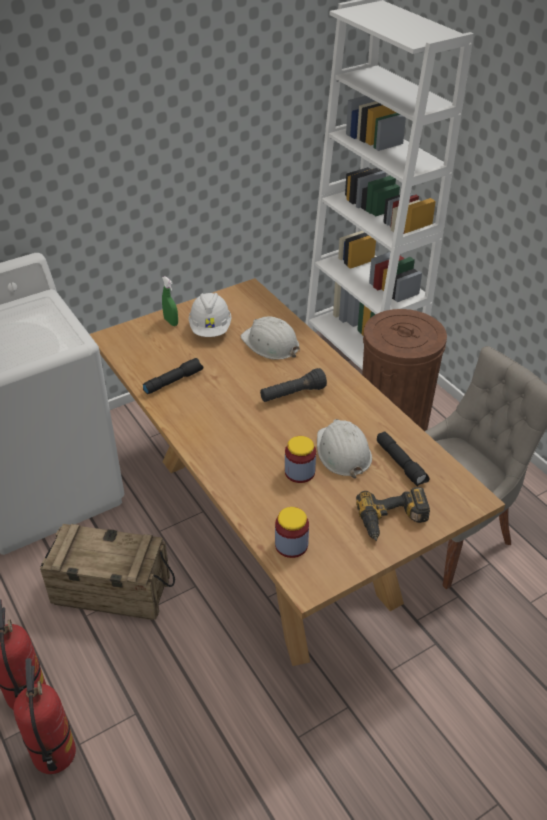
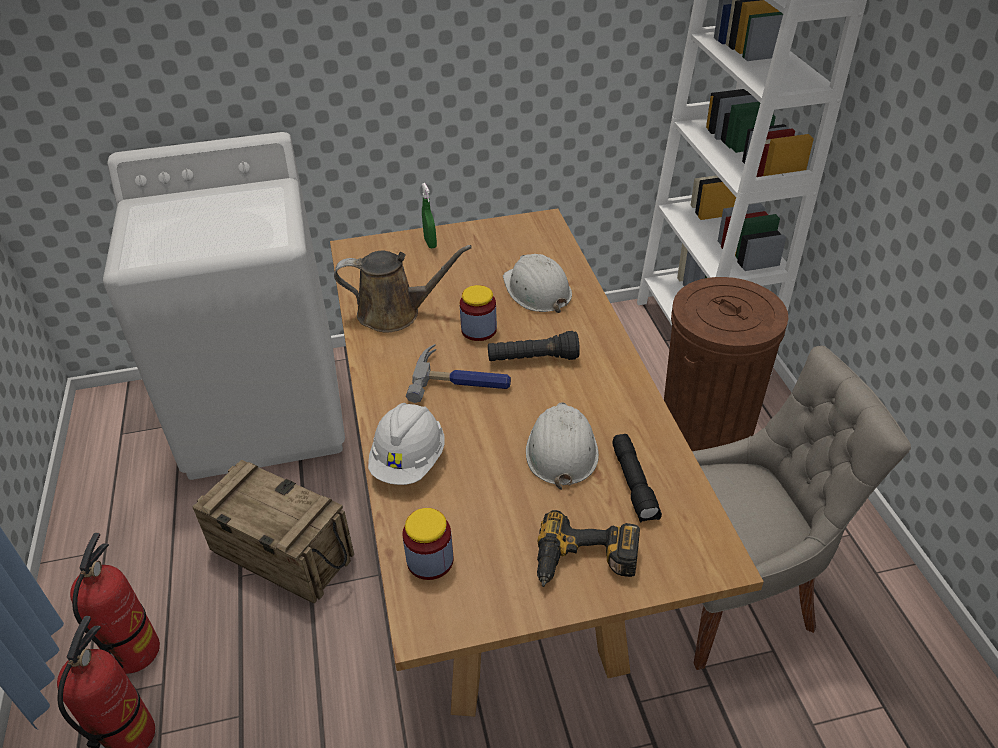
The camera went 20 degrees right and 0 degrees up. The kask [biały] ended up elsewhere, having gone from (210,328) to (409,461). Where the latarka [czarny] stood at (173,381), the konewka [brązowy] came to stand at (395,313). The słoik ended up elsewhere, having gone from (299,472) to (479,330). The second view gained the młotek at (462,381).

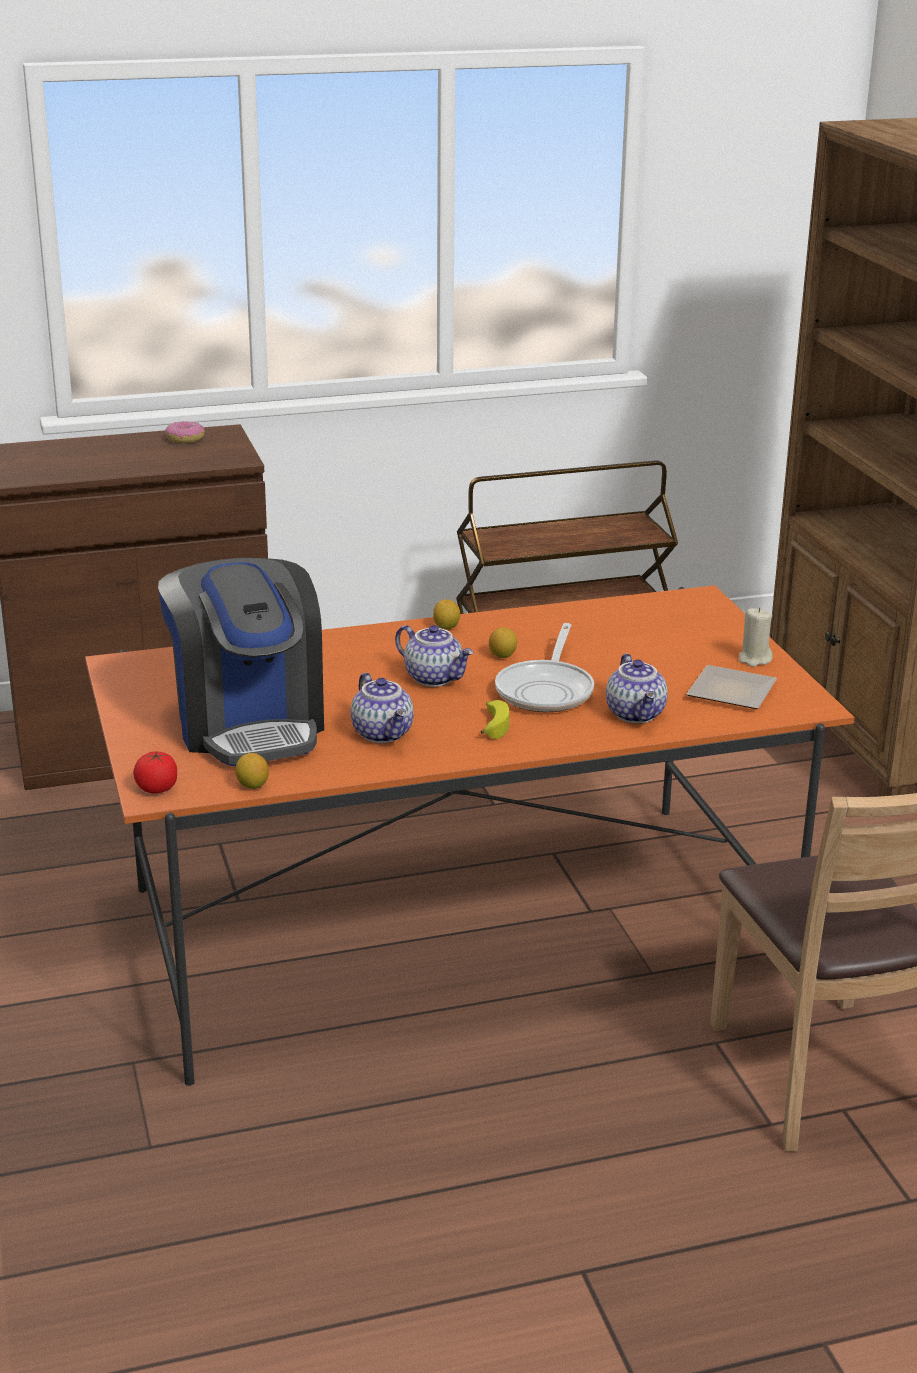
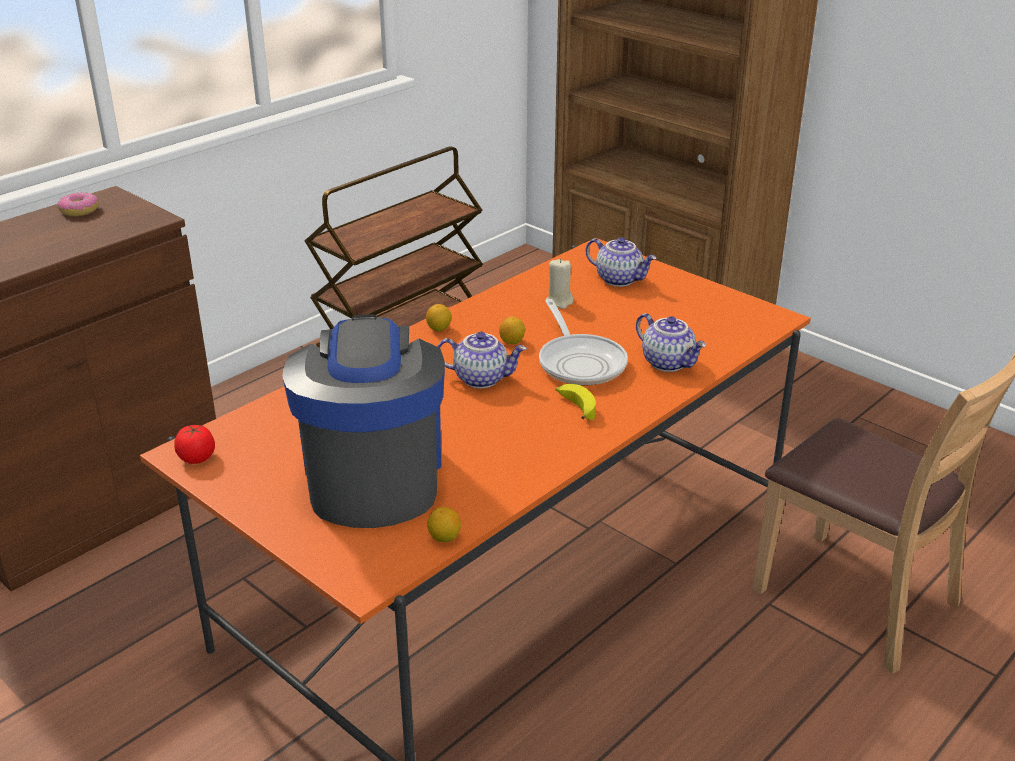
The camera went 30 degrees left and 5 degrees up. The ekspres do kawy at (248,724) ended up facing another way, 135 degrees counterclockwise from before. The świeca [beżowy] ended up elsewhere, having gone from (754,659) to (559,302). The second view lost the talerz at (729,691). The imbryk ended up elsewhere, having gone from (384,733) to (619,279). The pomidor ended up elsewhere, having gone from (157,788) to (197,458).

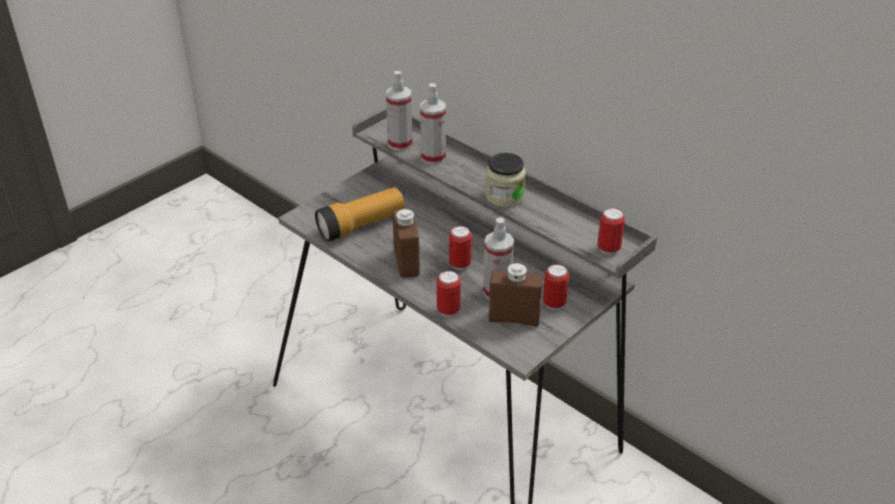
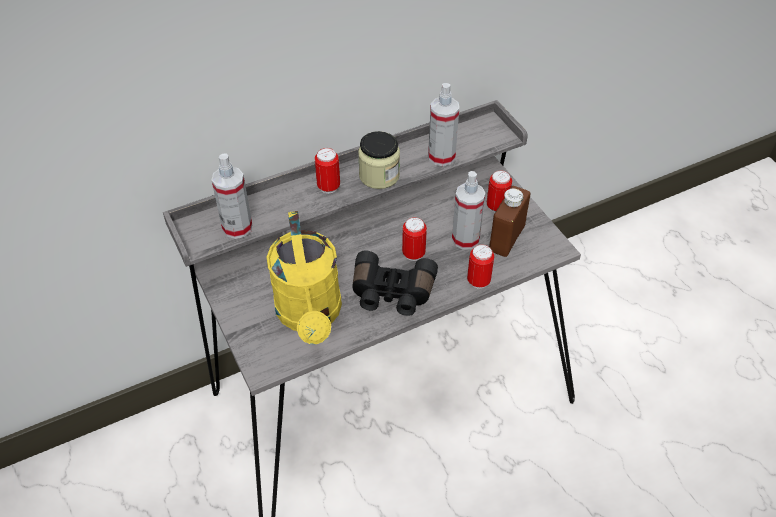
The camera went 70 degrees left and 10 degrees up. The spryskiwacz ended up elsewhere, having gone from (433,157) to (441,156). Where the latarka stood at (361,226), the konewka [żółty] came to stand at (310,316). The puszka ended up elsewhere, having gone from (608,249) to (328,187). Where the butelka [brązowy] stood at (406,262), the lornetka [czarny] came to stand at (391,293).

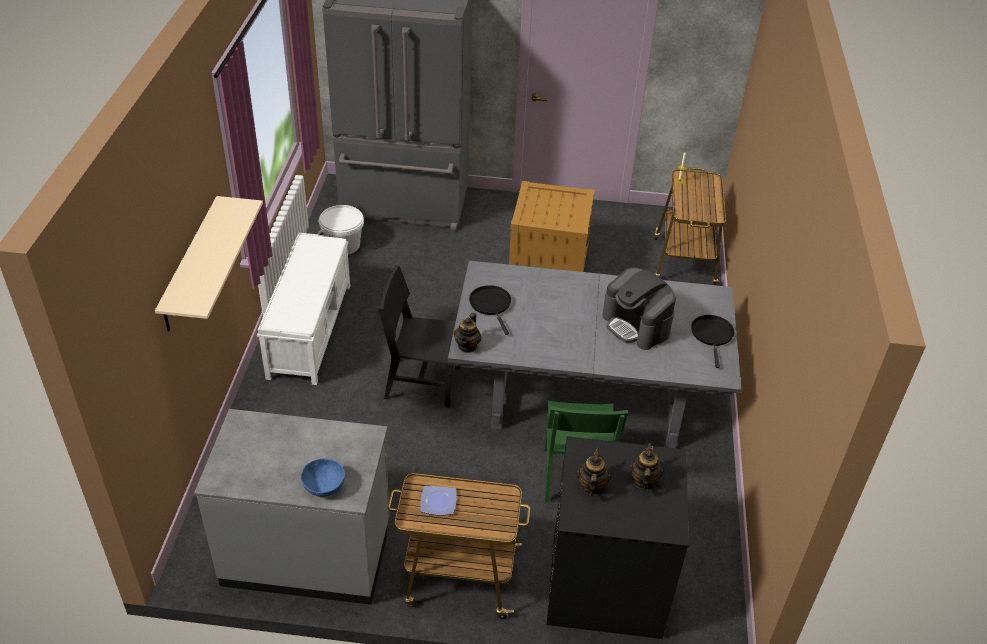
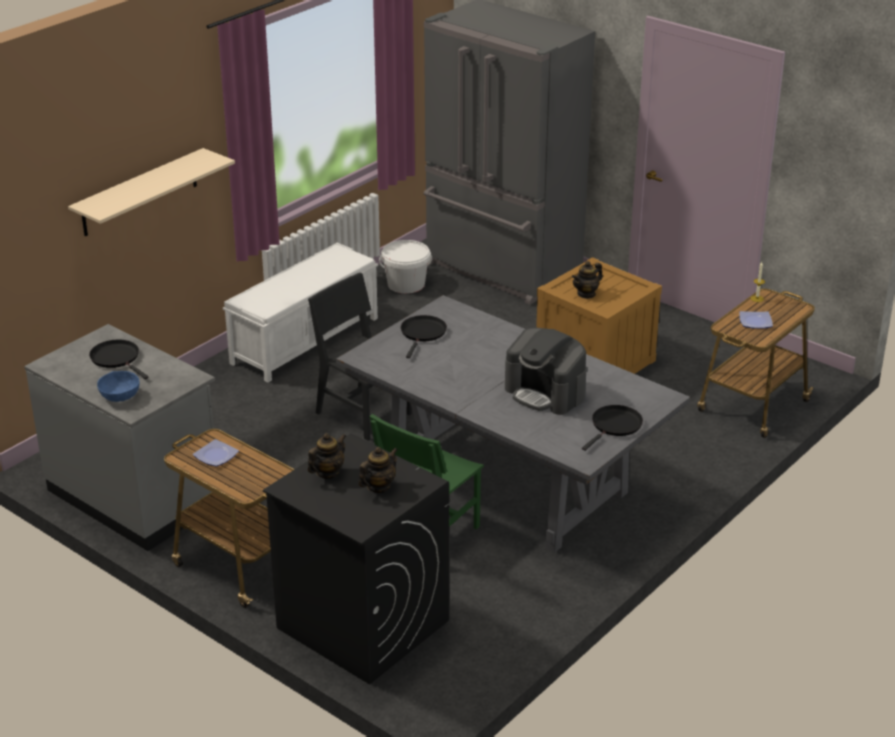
The camera went 35 degrees right and 10 degrees down. The ekspres do kawy at (636,325) ended up facing another way, 45 degrees counterclockwise from before. The imbryk ended up elsewhere, having gone from (467,346) to (586,294). The second view gained the talerz at (755,322). The second view gained the patelnia [czarny] at (117,358).

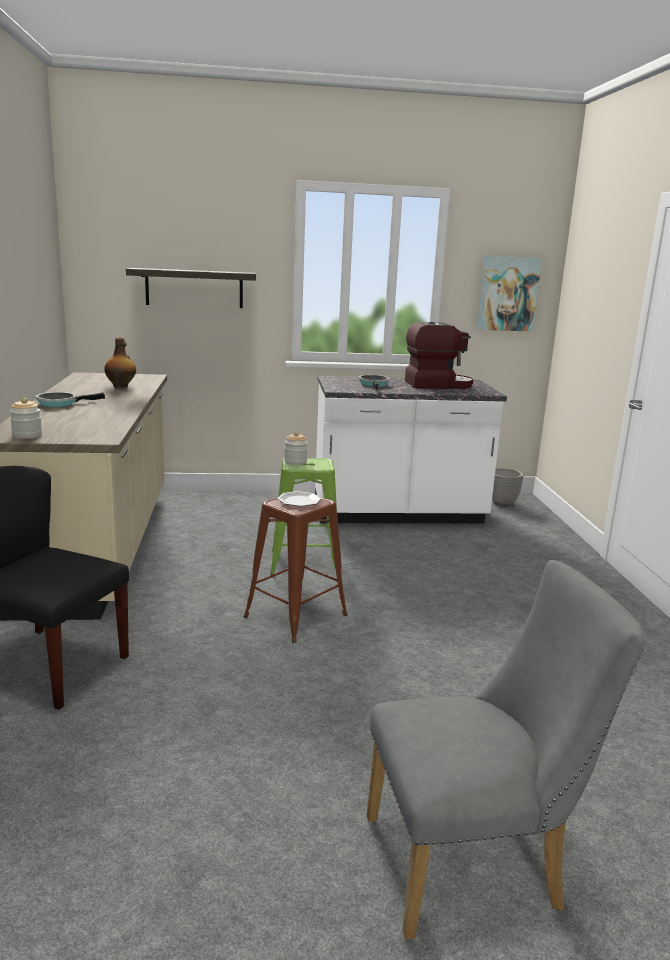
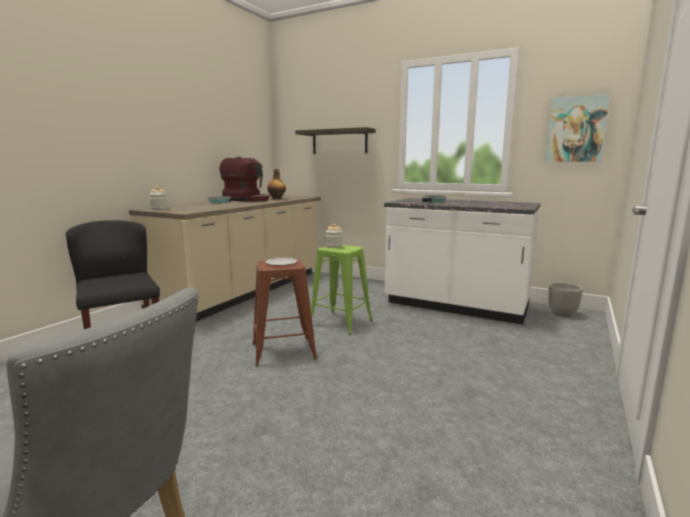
The camera went 35 degrees right and 5 degrees down. The ekspres do kawy ended up elsewhere, having gone from (437,385) to (247,200).

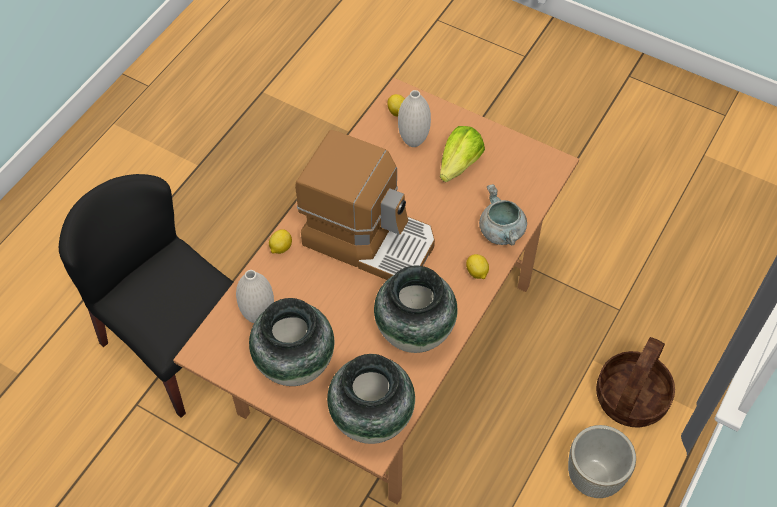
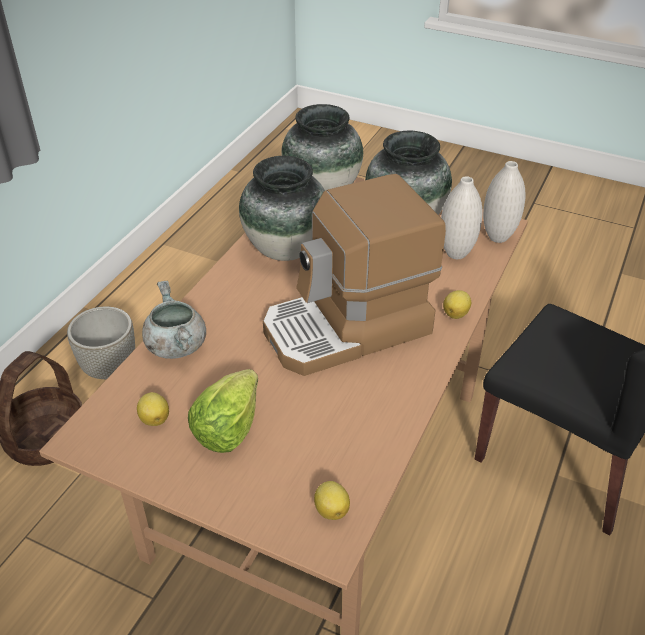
The camera went 175 degrees right and 15 degrees down. The wazon [biały] ended up elsewhere, having gone from (413,141) to (498,237). The ekspres do kawy at (369,238) ended up facing another way, 45 degrees counterclockwise from before. The cytryna ended up elsewhere, having gone from (477,273) to (155,418).

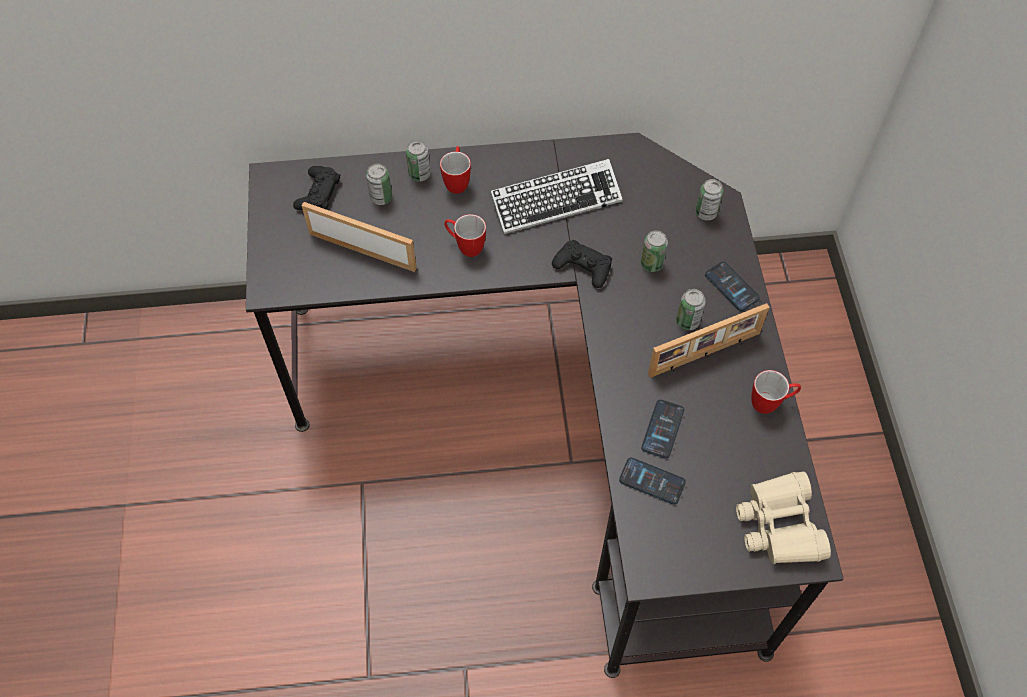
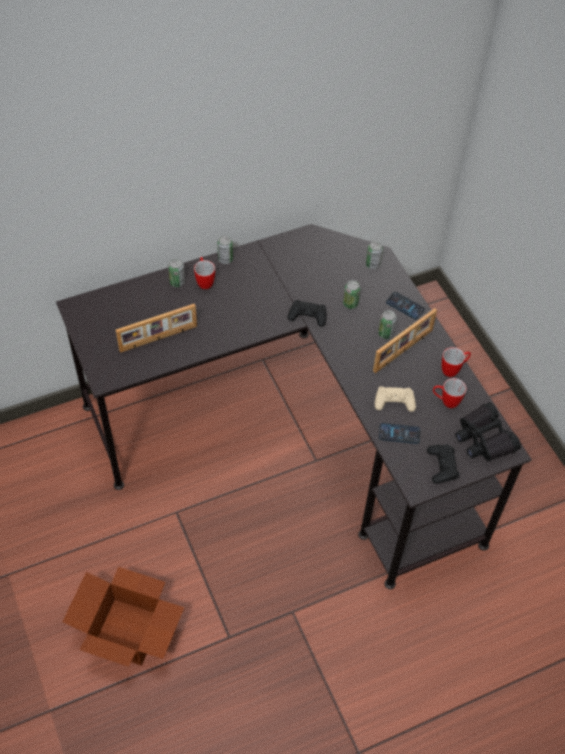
The camera went 20 degrees left and 5 degrees down. The second view lost the klawiatura at (556,201). The puszka ended up elsewhere, having gone from (381,197) to (225,259). The pad do gier [czarny] ended up elsewhere, having gone from (318,193) to (442,466). The ramka na zdjęcie at (363,249) ended up facing another way, 150 degrees clockwise from before. The kubek ended up elsewhere, having gone from (465,246) to (445,401). Where the telefon stood at (662,429), the pad do gier [beżowy] came to stand at (394,401). What was the lornetka [beżowy] at (779,525) turned into the lornetka [czarny] at (484,439). The second view gained the karton at (129,633).

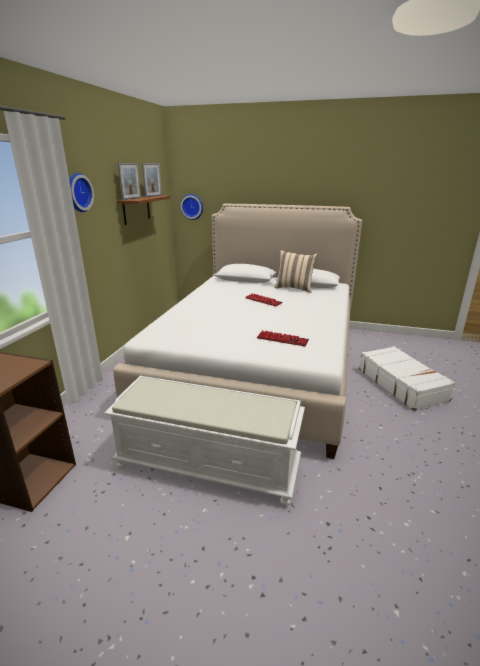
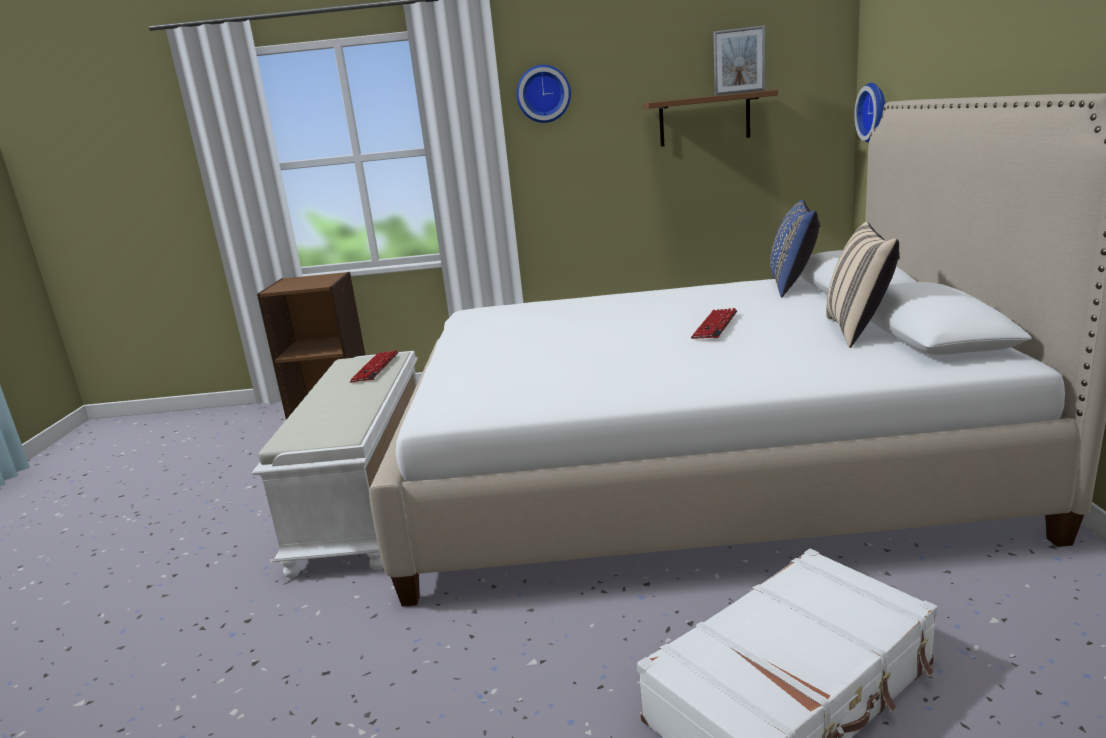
The camera went 75 degrees right and 5 degrees down. The second view lost the ramka na zdjęcie at (132,198). The klawiatura ended up elsewhere, having gone from (282,339) to (375,368). The second view gained the poduszka [niebieski] at (793,286).

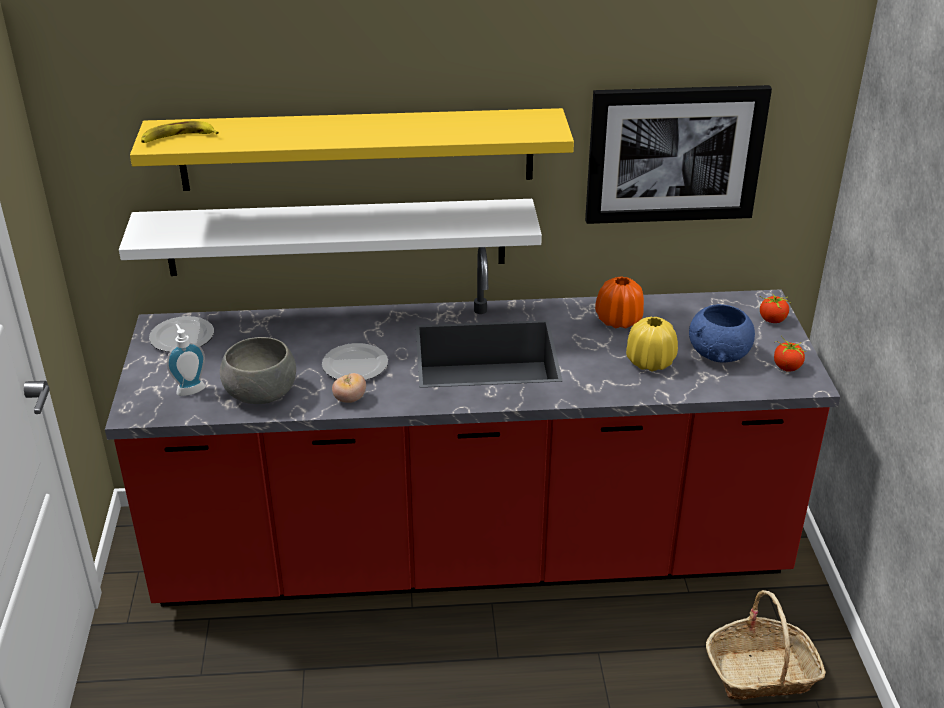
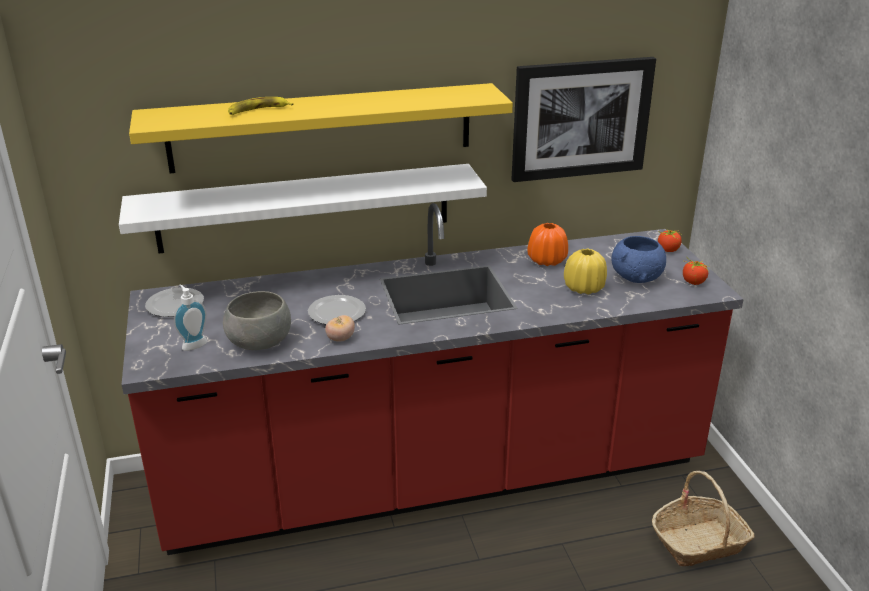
The camera went 10 degrees left and 5 degrees down. The banan ended up elsewhere, having gone from (178,138) to (258,111).

